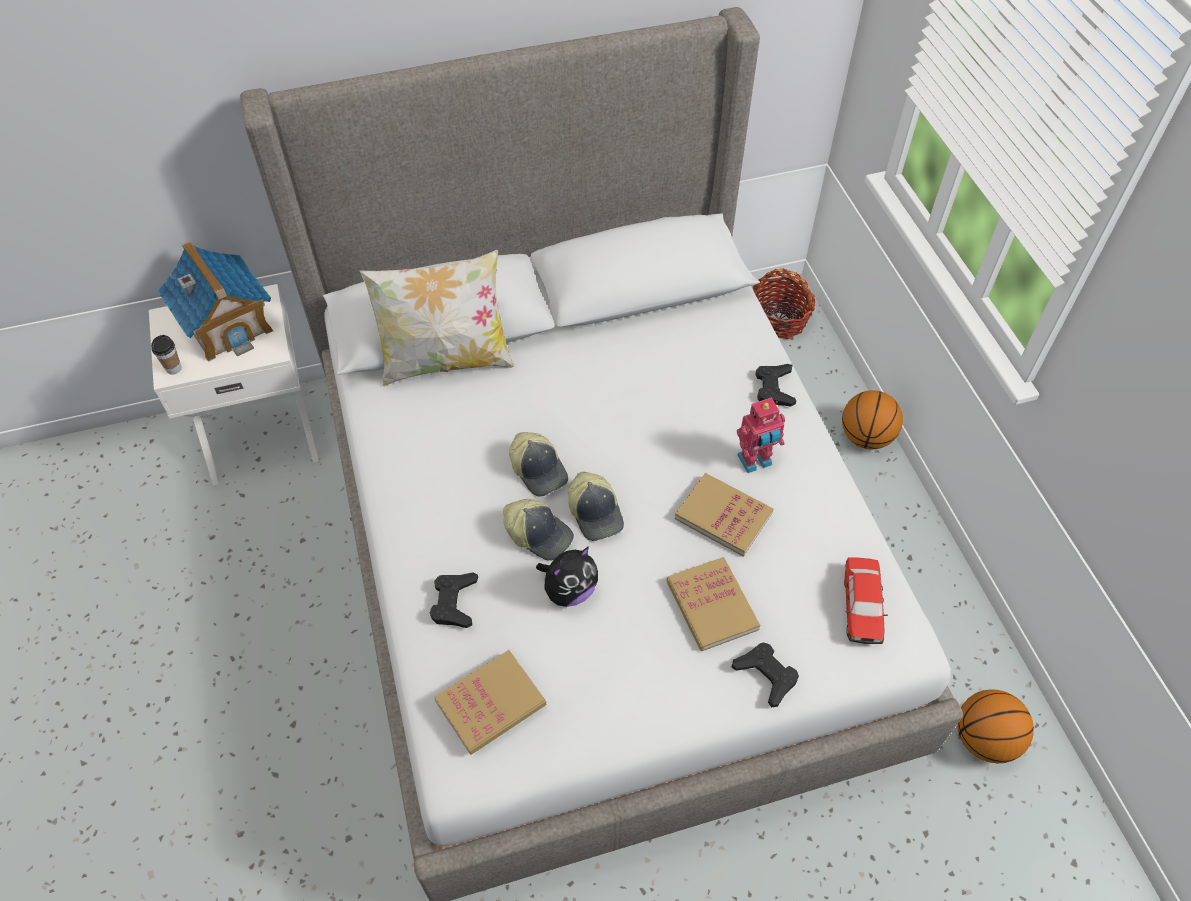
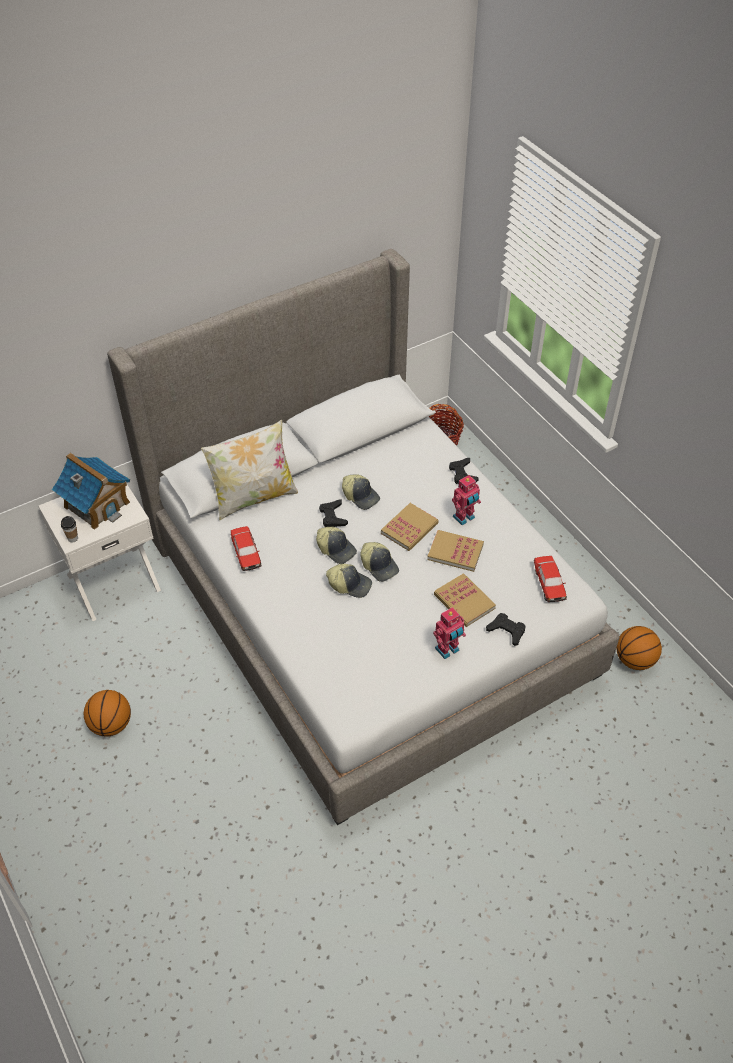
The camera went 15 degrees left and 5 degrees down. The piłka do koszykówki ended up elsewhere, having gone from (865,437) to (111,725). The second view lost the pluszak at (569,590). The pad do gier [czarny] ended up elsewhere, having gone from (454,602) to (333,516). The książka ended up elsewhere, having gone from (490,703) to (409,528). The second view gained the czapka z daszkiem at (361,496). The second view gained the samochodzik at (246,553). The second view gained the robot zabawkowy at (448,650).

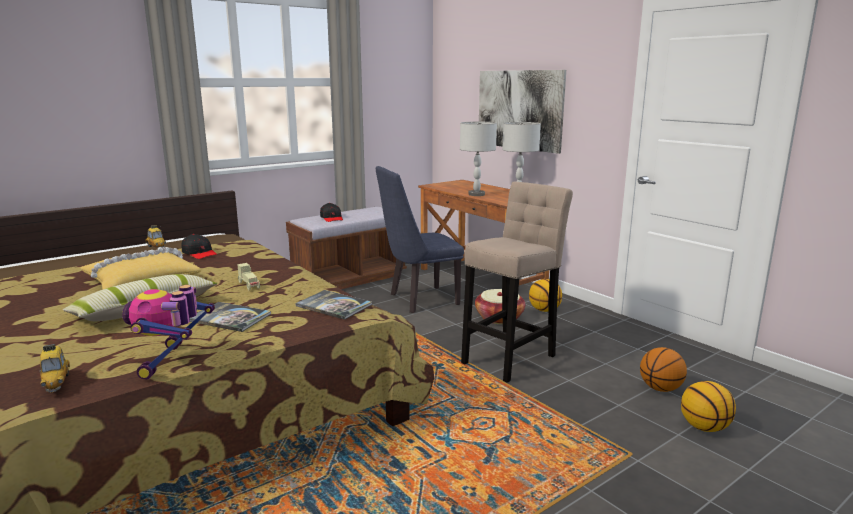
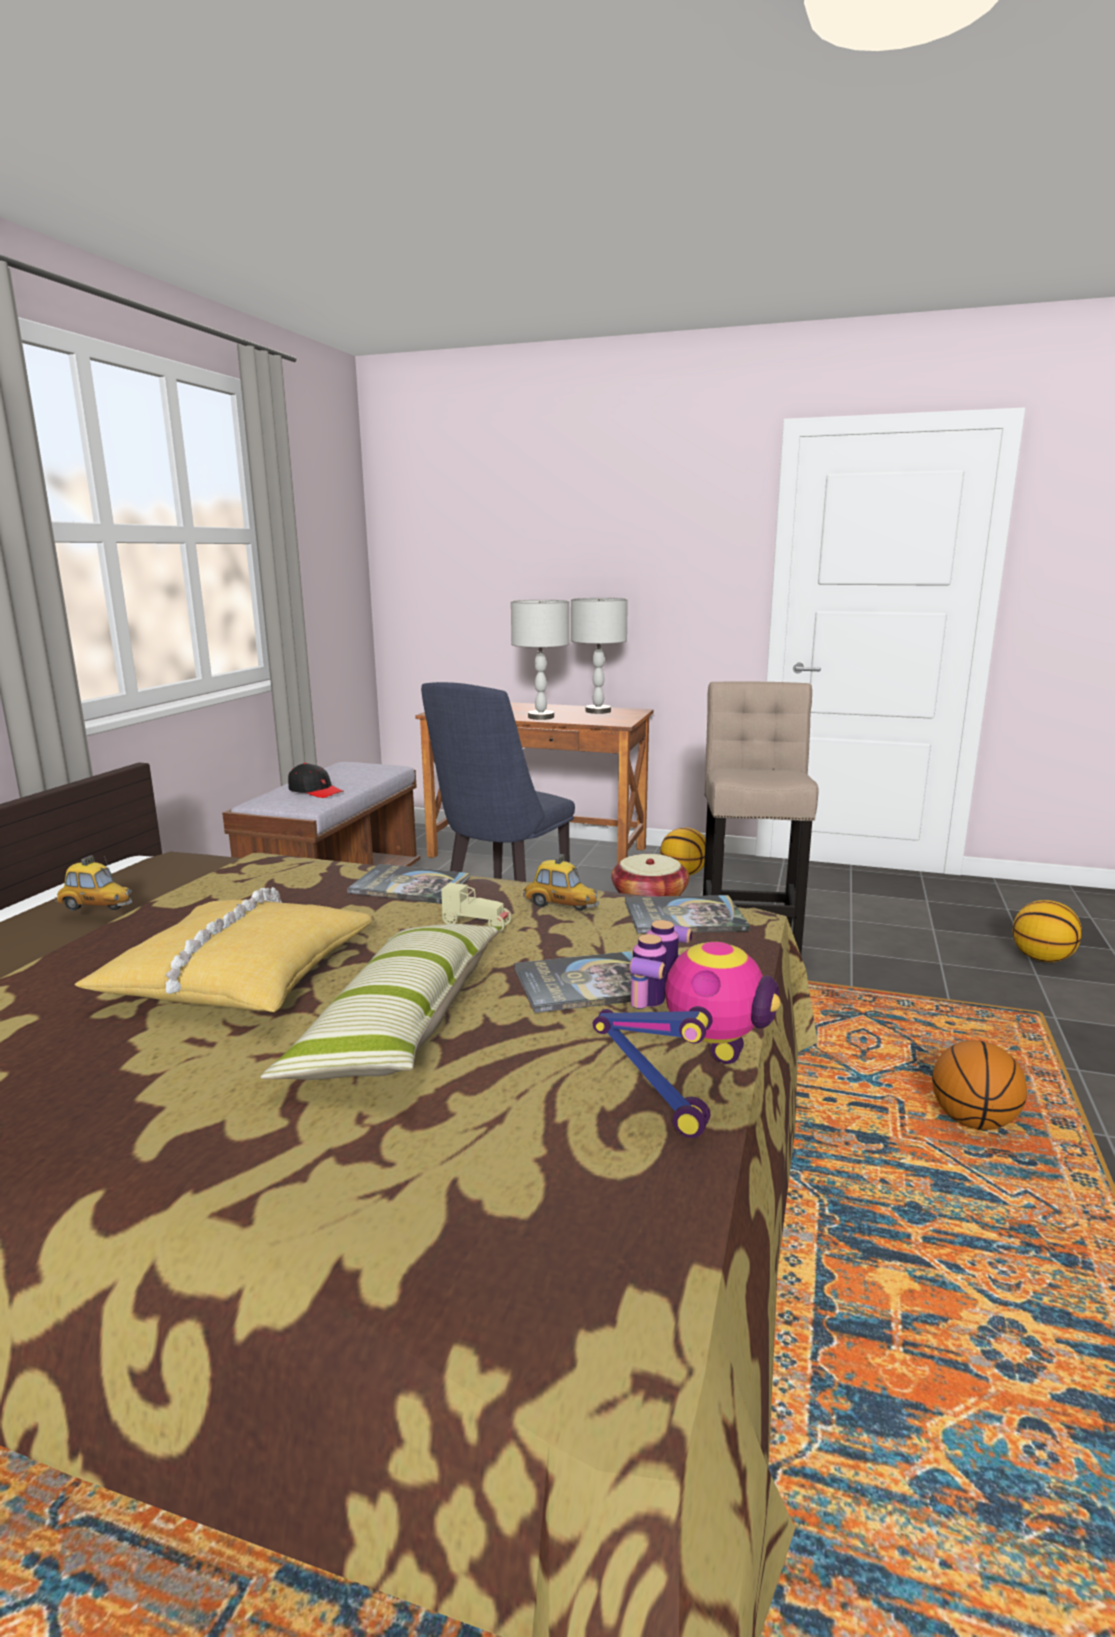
The camera went 35 degrees left and 0 degrees up. The second view lost the obraz at (519,109). The second view lost the czapka z daszkiem [czarny] at (199,253). The robot zabawkowy at (172,361) ended up facing another way, 120 degrees counterclockwise from before. The samochodzik ended up elsewhere, having gone from (56,383) to (560,906). The piłka do koszykówki ended up elsewhere, having gone from (660,388) to (973,1121). The second view gained the książka at (410,886).

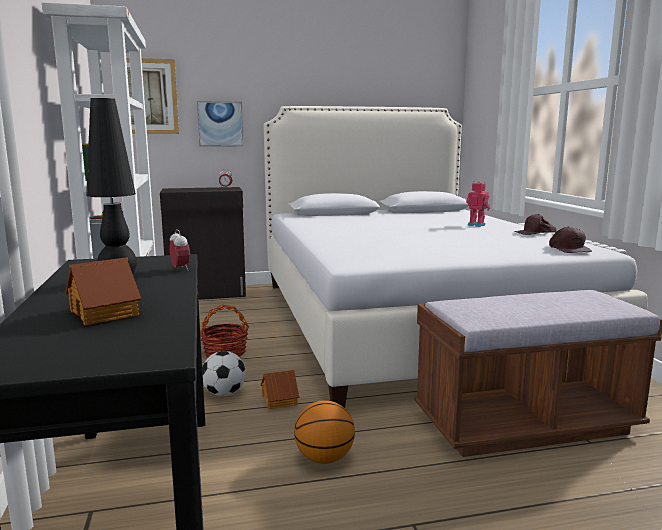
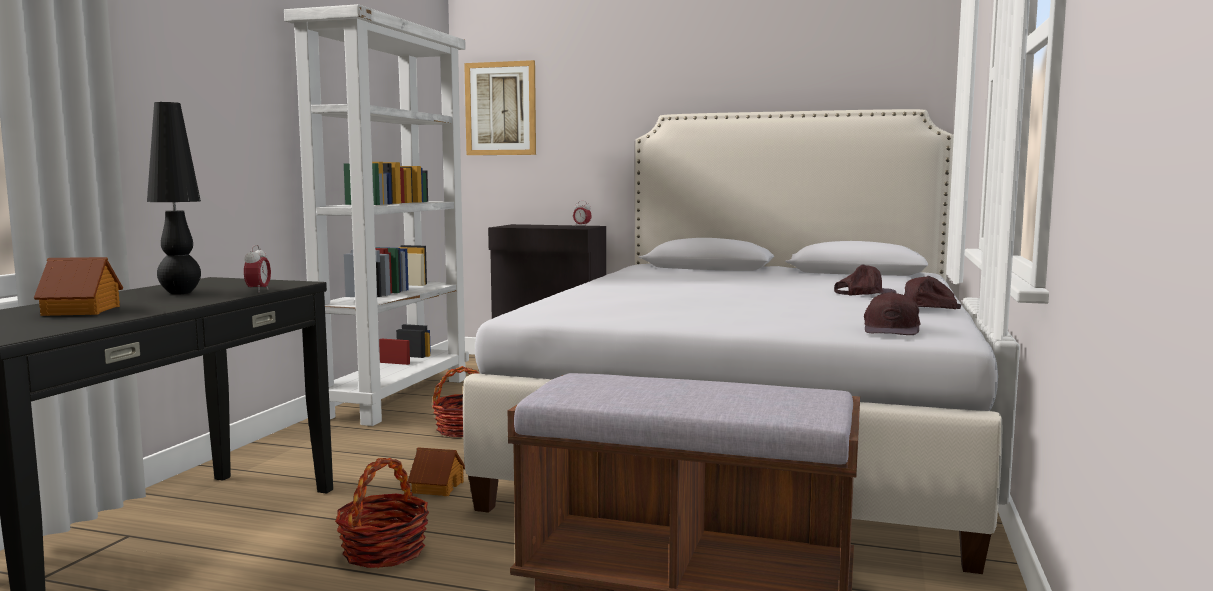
The camera went 30 degrees right and 5 degrees down. The second view lost the obraz at (220,124). Where the robot zabawkowy stood at (477,225), the czapka z daszkiem [brązowy] came to stand at (864,292). The second view lost the piłka futbolowa at (224,393). Where the piłka do koszykówki stood at (324,458), the koszyk came to stand at (384,551).

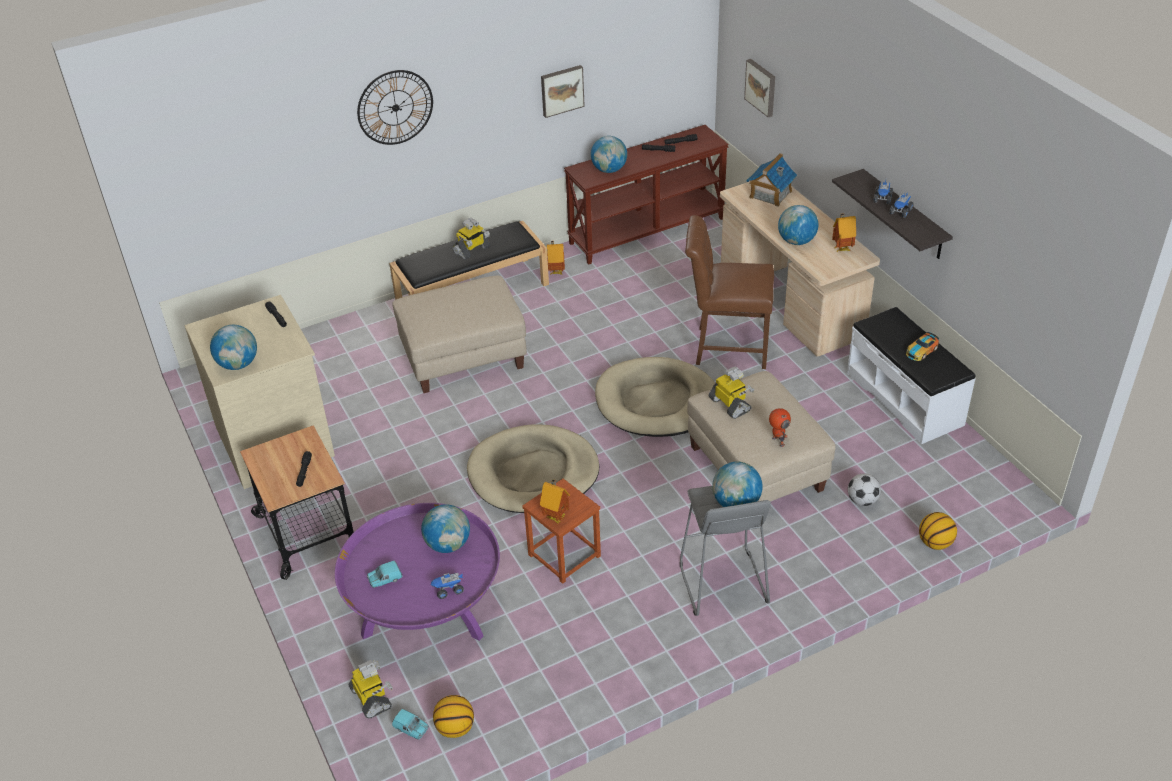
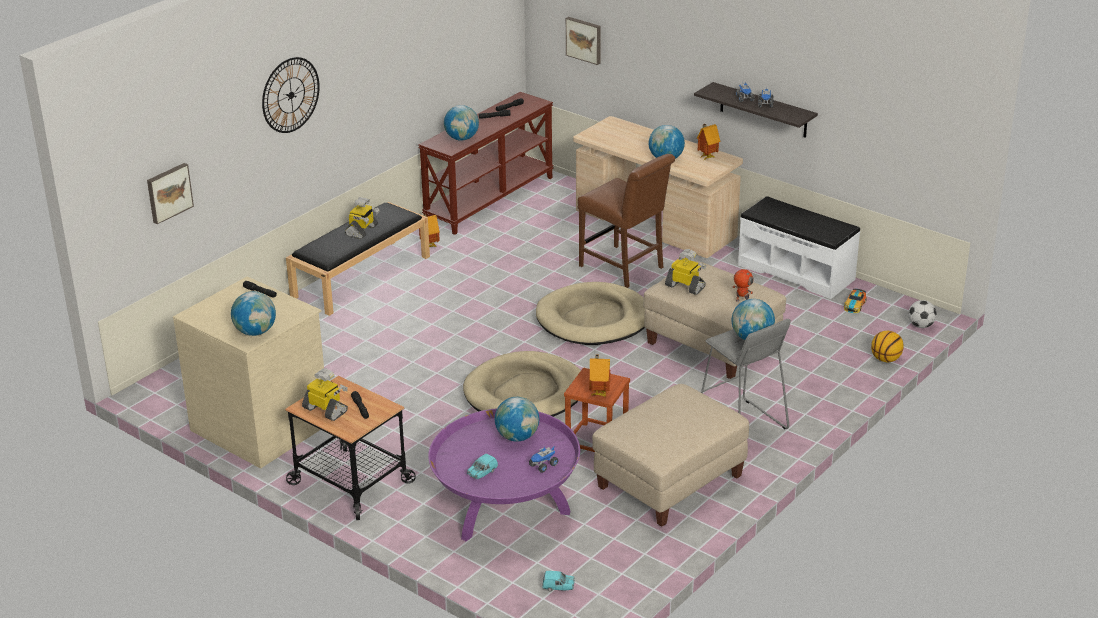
The camera went 25 degrees left and 10 degrees down. The obraz ended up elsewhere, having gone from (561,90) to (168,192). The second view lost the domek at (770,194). The krzesło [brązowy] at (726,347) ended up facing another way, 120 degrees counterclockwise from before. The pufa [beżowy] ended up elsewhere, having gone from (463,358) to (669,482). The samochodzik ended up elsewhere, having gone from (921,350) to (854,305). The piłka futbolowa ended up elsewhere, having gone from (862,500) to (920,326). The robot zabawkowy ended up elsewhere, having gone from (372,698) to (326,410). The second view lost the piłka do koszykówki at (455,728).

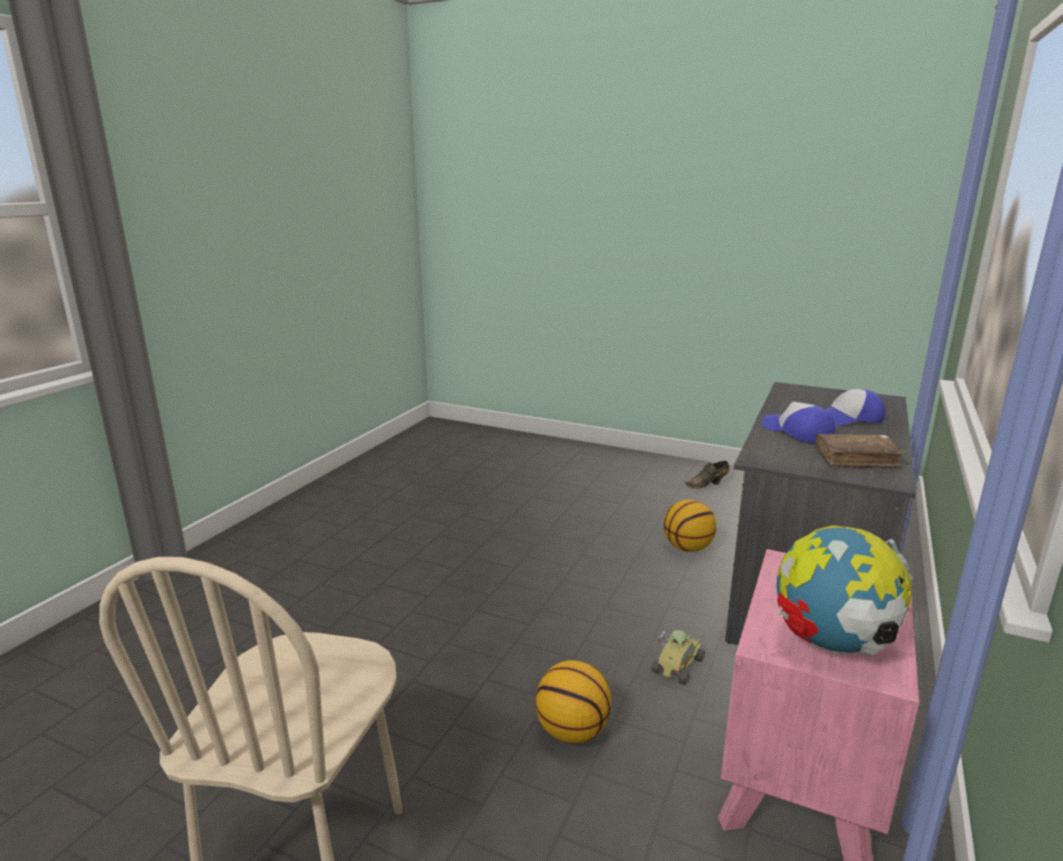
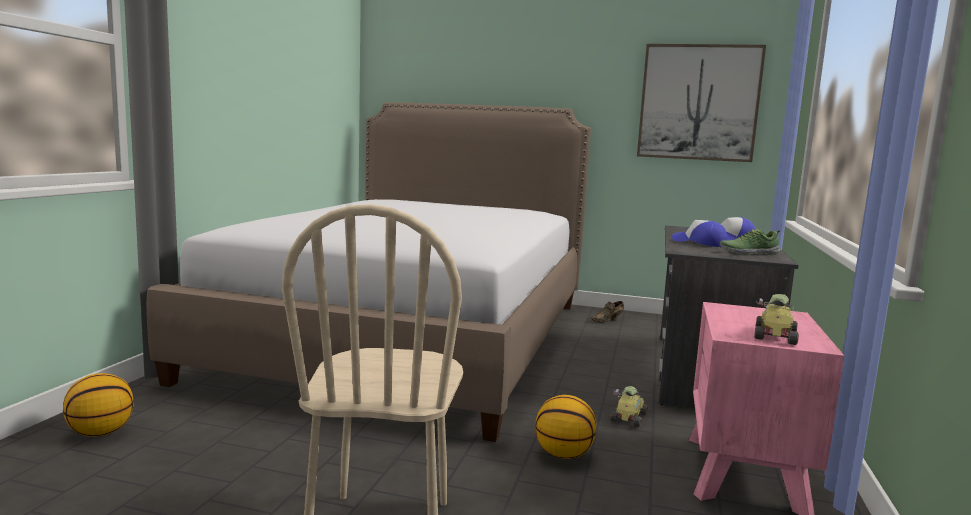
The camera went 10 degrees left and 10 degrees down. Where the książka [brązowy] stood at (856,459), the but came to stand at (748,253). The piłka do koszykówki ended up elsewhere, having gone from (688,548) to (101,433). Where the globus stood at (832,643), the samochodzik came to stand at (774,335). The second view gained the obraz at (698,103). The second view gained the łóżko at (413,337).

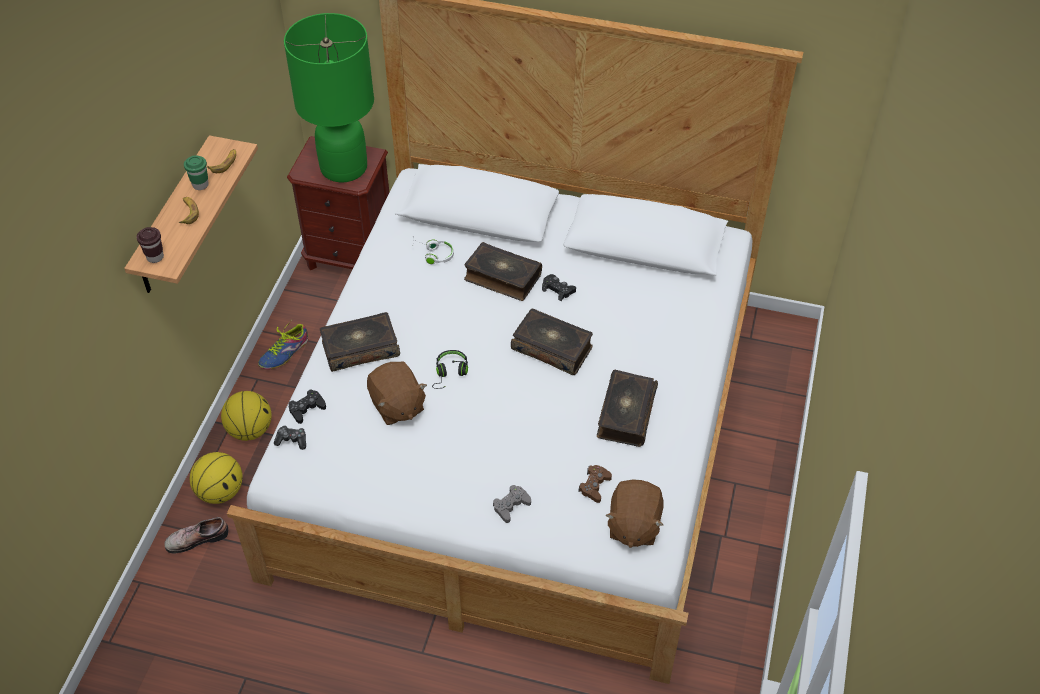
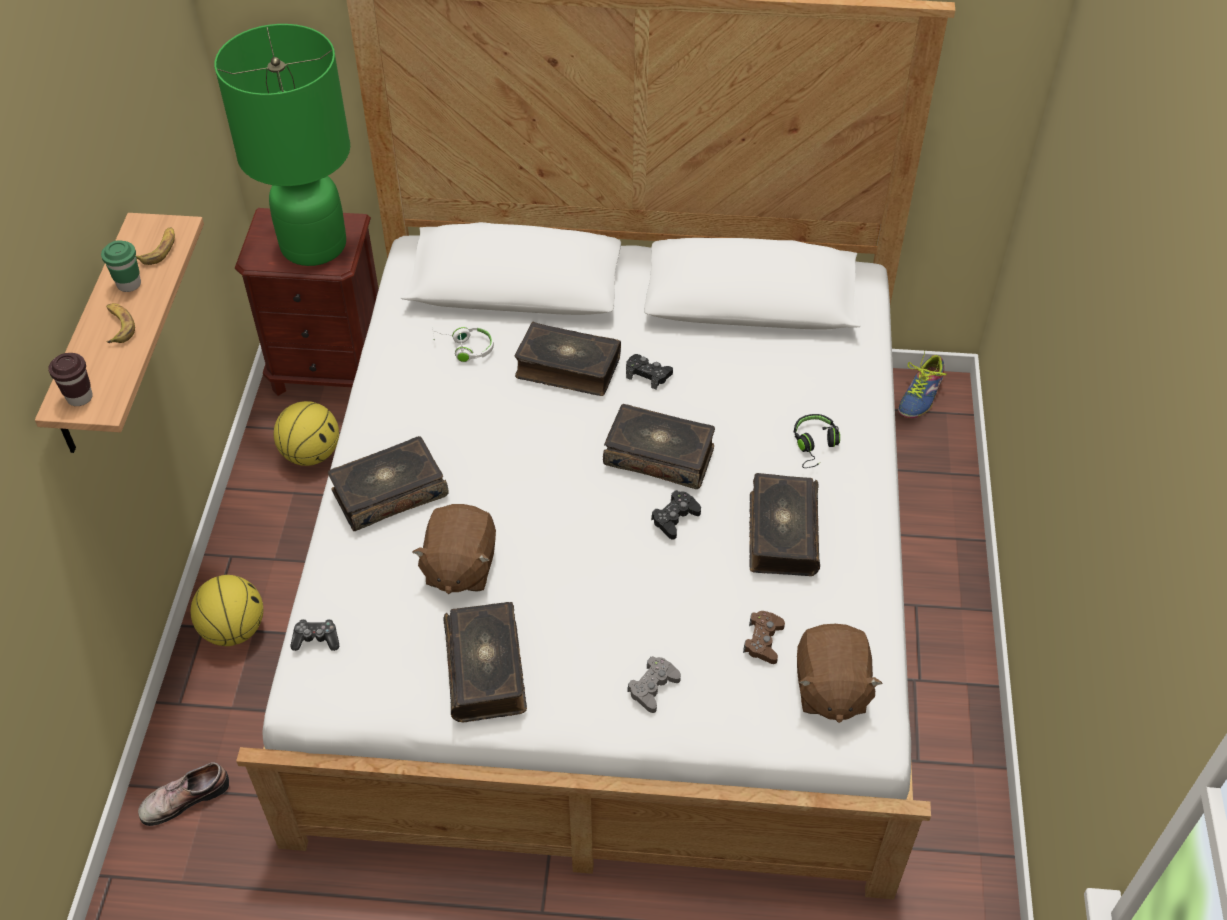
The camera went 10 degrees left and 0 degrees up. The but ended up elsewhere, having gone from (285,353) to (920,395). The słuchawki [czarny] ended up elsewhere, having gone from (450,373) to (815,445). The pluszak [brązowy] at (397,406) ended up facing another way, 45 degrees clockwise from before. The pad do gier [czarny] ended up elsewhere, having gone from (307,409) to (675,518). The piłka do koszykówki ended up elsewhere, having gone from (221,491) to (311,453). The second view gained the książka at (487,670).

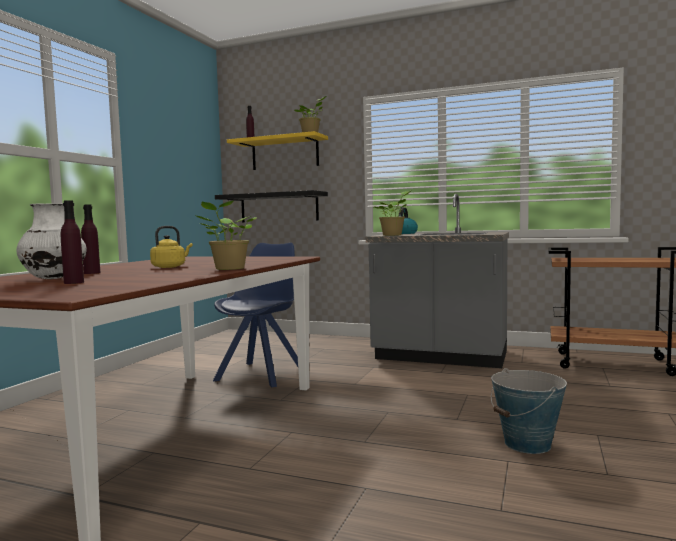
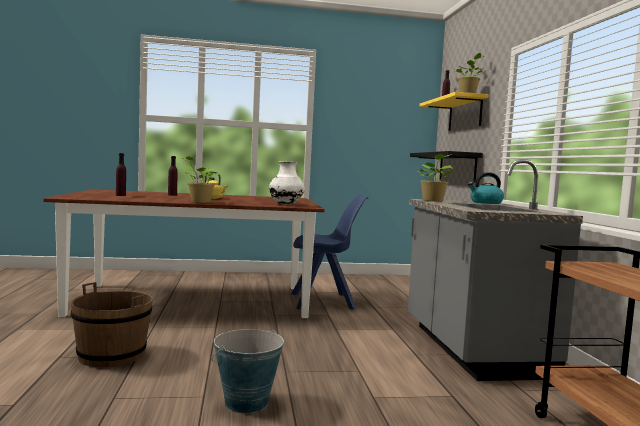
The camera went 60 degrees right and 0 degrees up. The wazon [biały] ended up elsewhere, having gone from (54,278) to (286,204). The second view gained the wiadro [brązowy] at (112,355).

